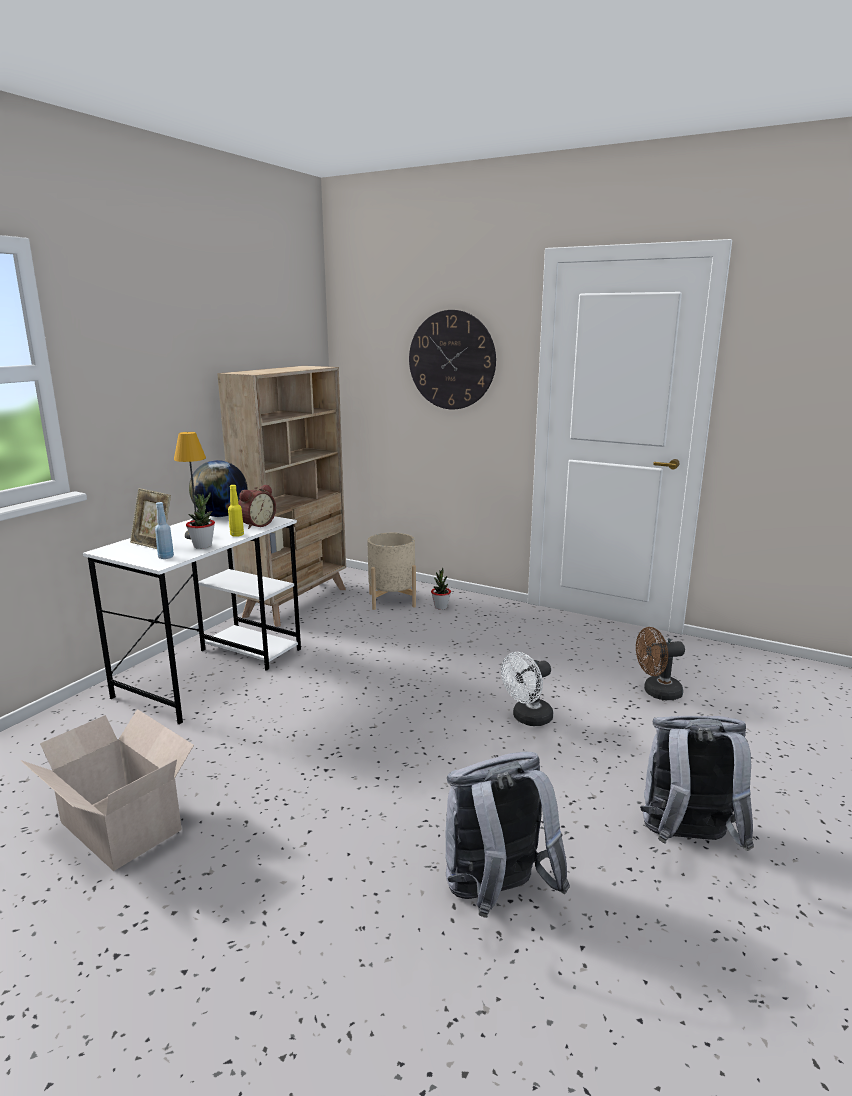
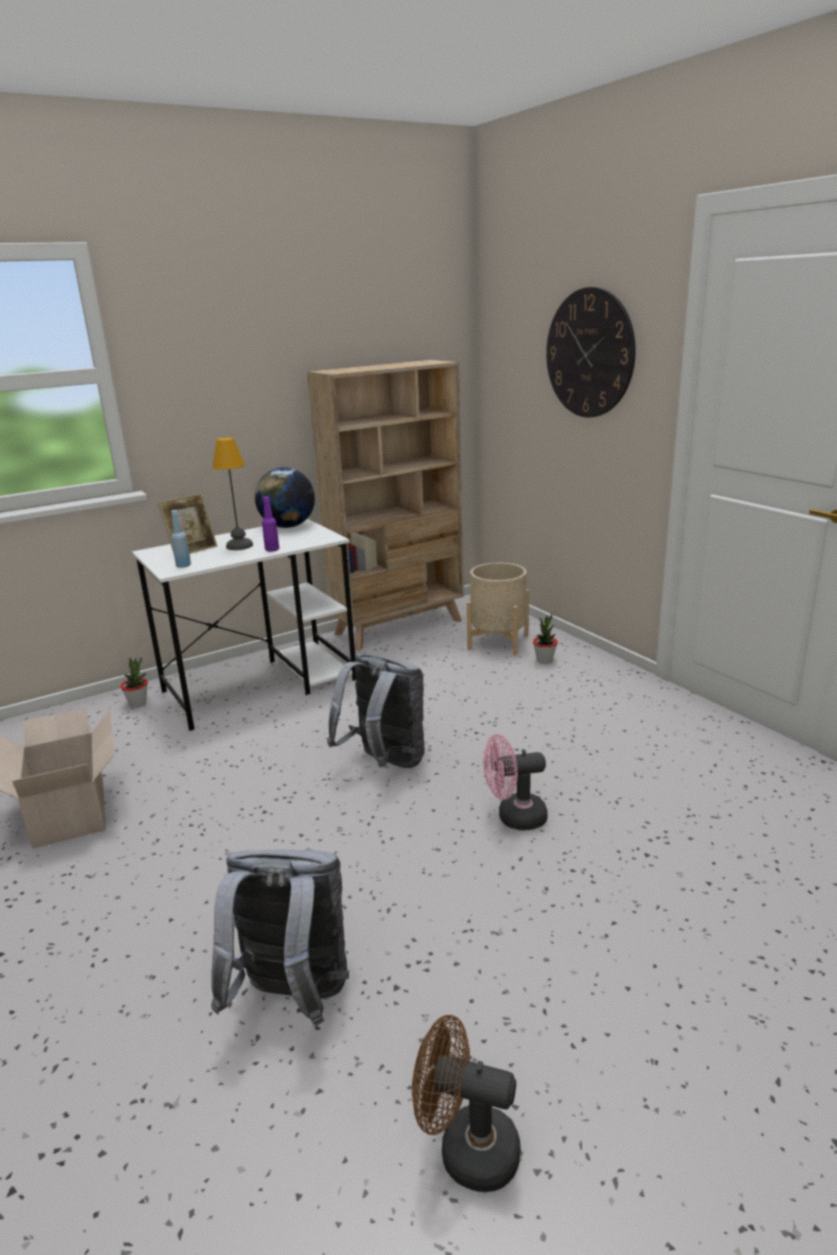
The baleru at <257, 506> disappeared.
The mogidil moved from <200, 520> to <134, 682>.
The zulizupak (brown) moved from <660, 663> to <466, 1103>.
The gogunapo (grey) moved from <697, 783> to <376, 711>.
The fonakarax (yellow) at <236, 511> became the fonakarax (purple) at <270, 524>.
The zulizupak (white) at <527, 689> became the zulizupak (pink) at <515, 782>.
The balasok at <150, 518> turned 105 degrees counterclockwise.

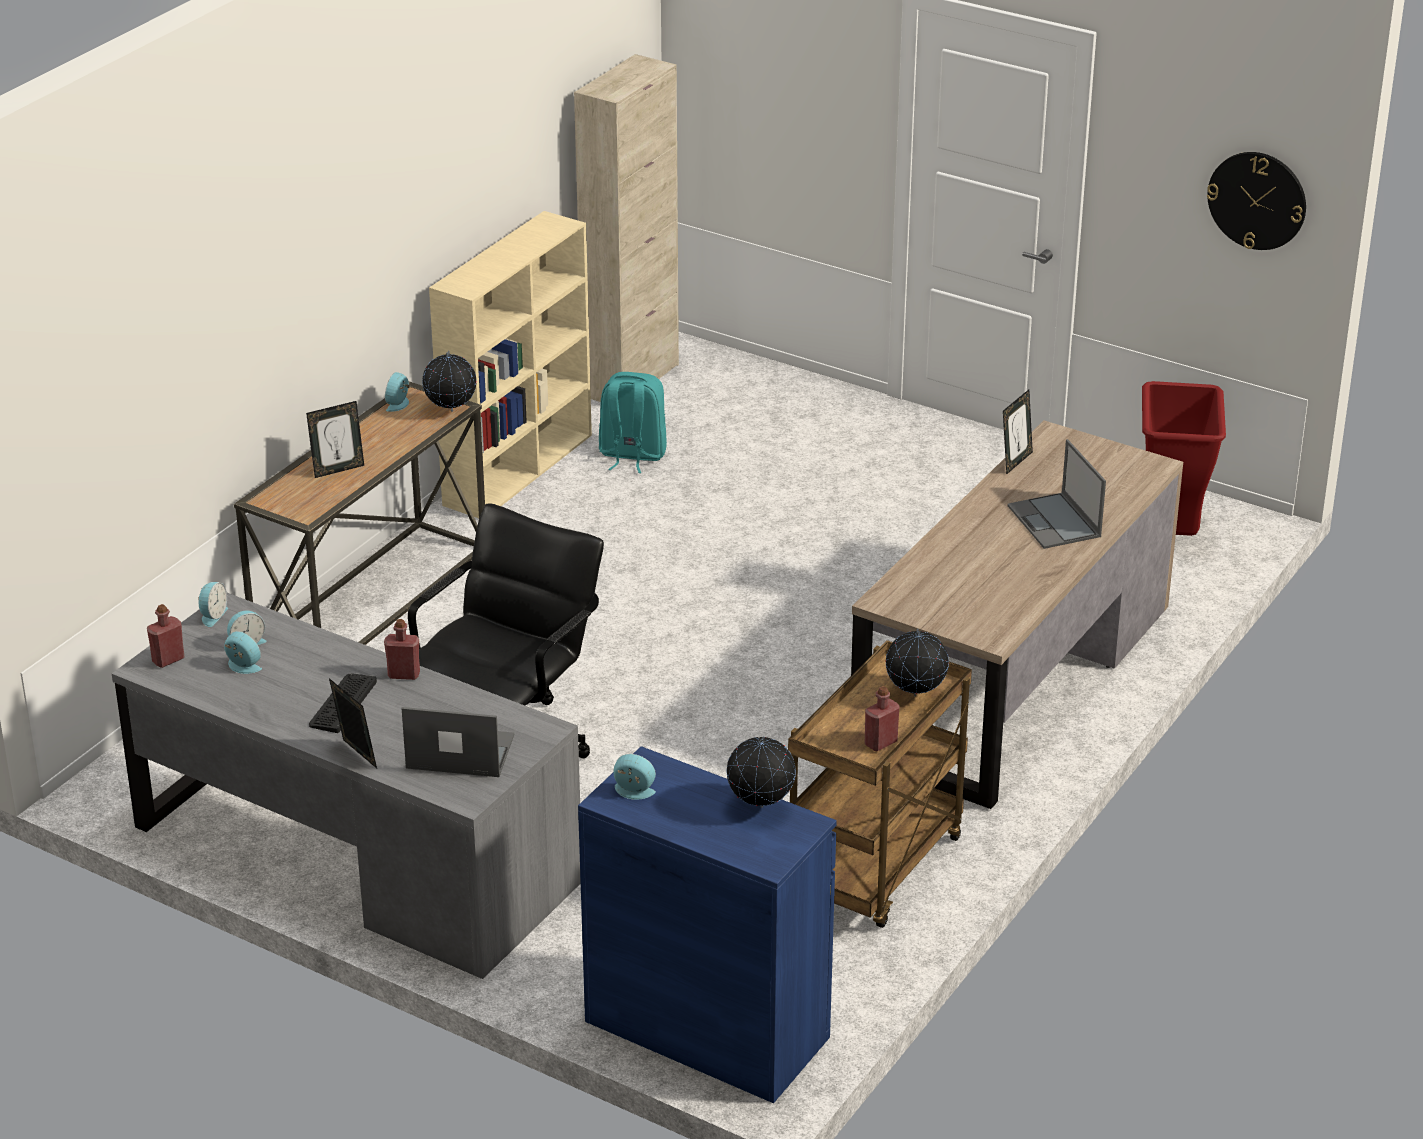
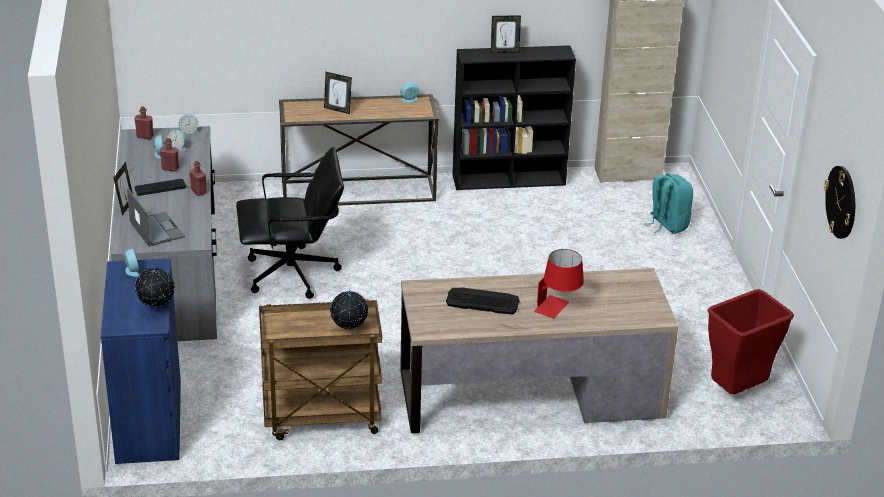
The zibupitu at <449, 381> disappeared.
The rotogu at <483, 301> appeared.
The gogunapo (turquoise) moved from <633, 422> to <668, 203>.
The fonakarax (red) moved from <882, 718> to <169, 155>.
The balasok moved from <1018, 432> to <506, 34>.
The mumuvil at <1056, 494> was replaced by the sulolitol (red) at <559, 284>.
The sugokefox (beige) at <510, 364> became the sugokefox (black) at <514, 117>.

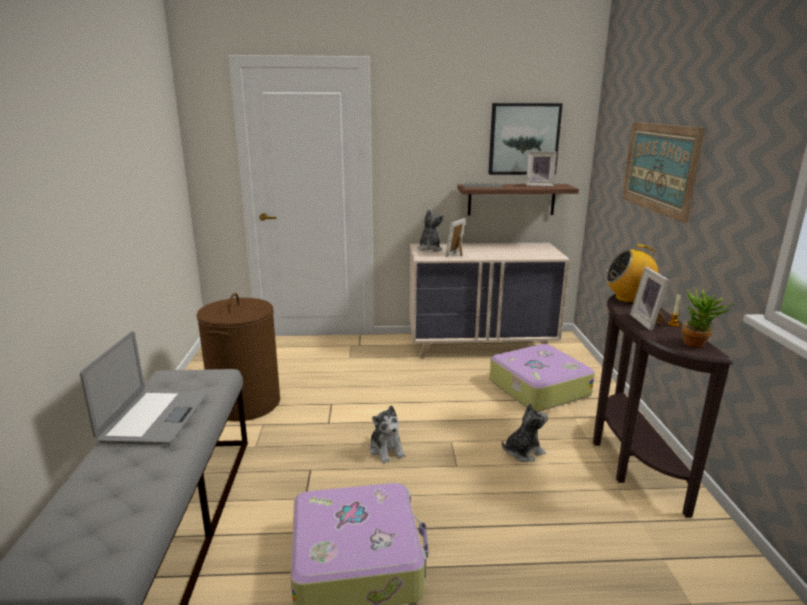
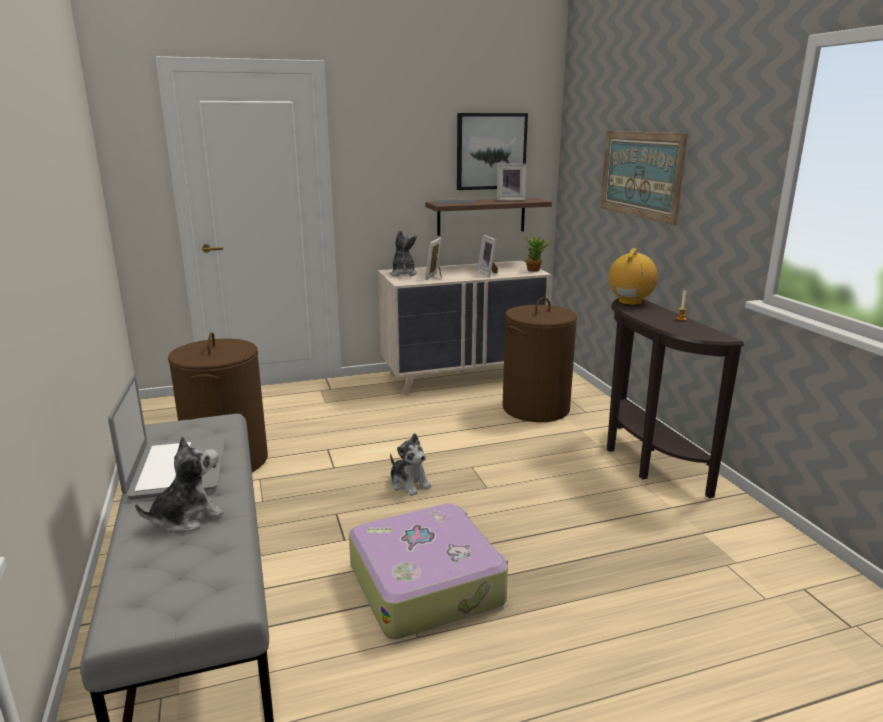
The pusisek moved from <525, 432> to <179, 484>.
The balasok moved from <649, 299> to <487, 256>.
The mogidil moved from <708, 317> to <538, 253>.
The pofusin at <542, 378> was replaced by the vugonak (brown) at <539, 359>.
The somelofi at <632, 273> turned 135 degrees clockwise.

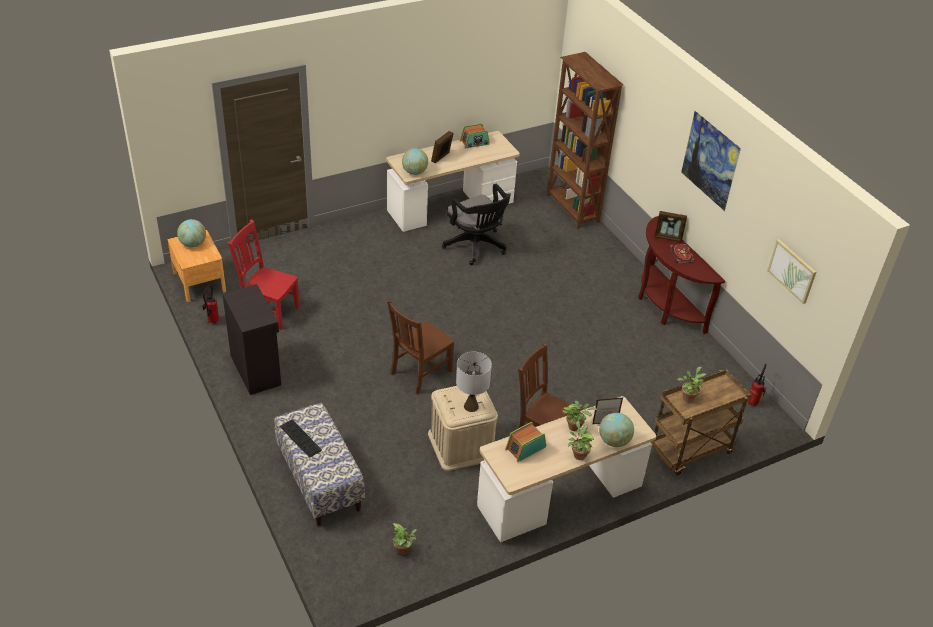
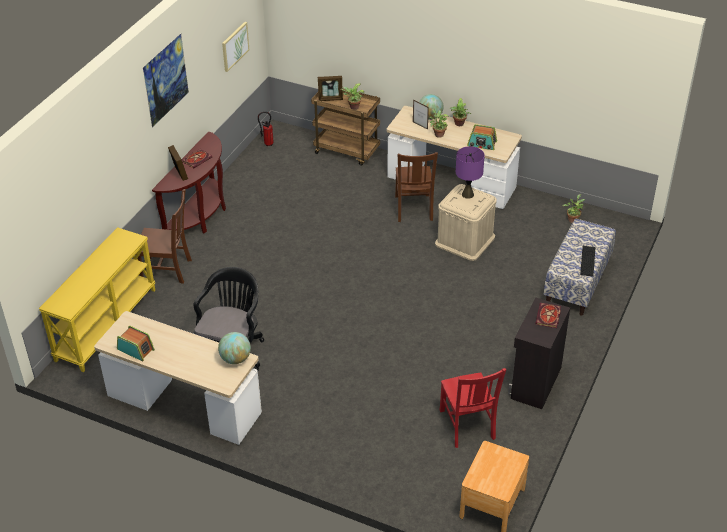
The zibupitu at <191, 233> disappeared.
The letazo at <210, 304> disappeared.
The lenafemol at <548, 315> appeared.
The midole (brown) moved from <420, 347> to <163, 236>.
The balasok moved from <442, 147> to <330, 88>.
The sugokefox (brown) at <585, 140> was replaced by the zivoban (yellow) at <97, 299>.
The sulolitol (grey) at <474, 382> became the sulolitol (purple) at <470, 172>.

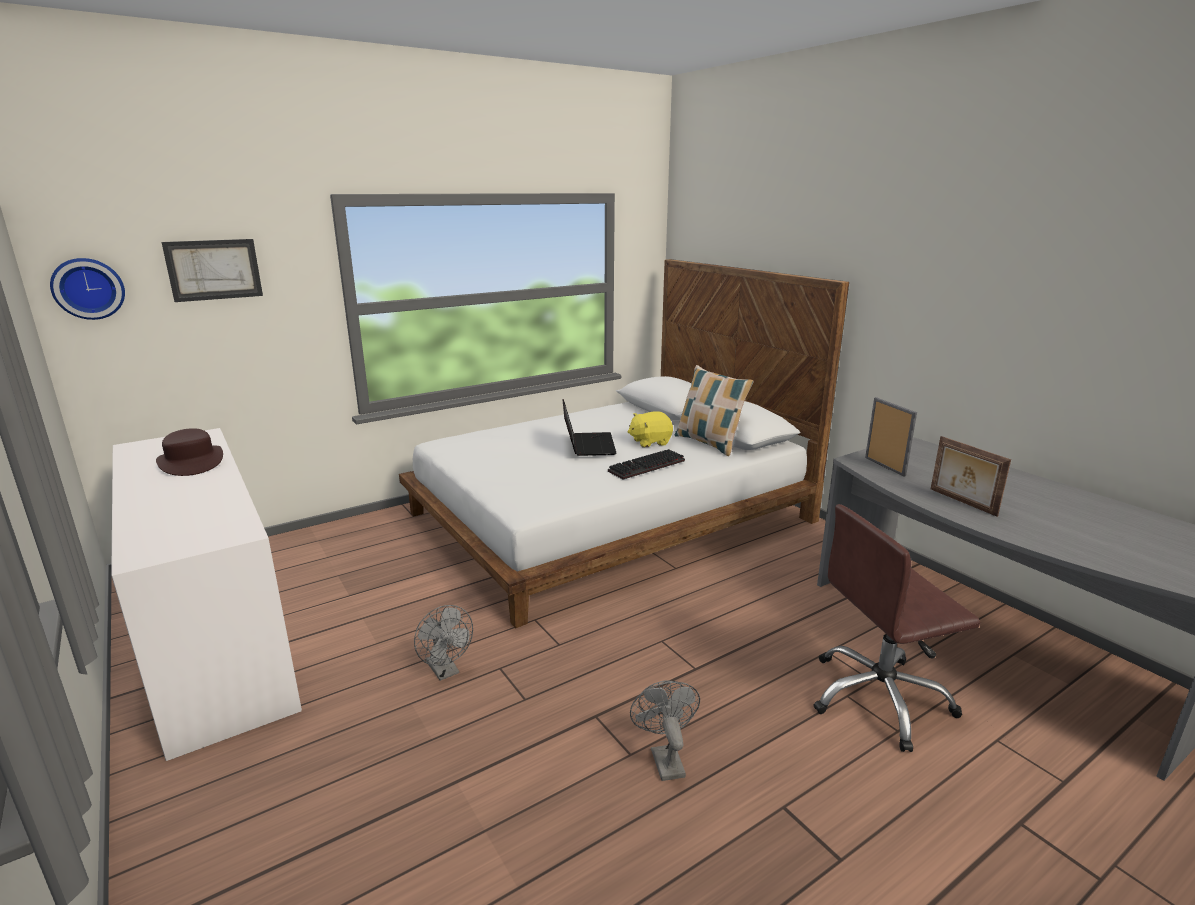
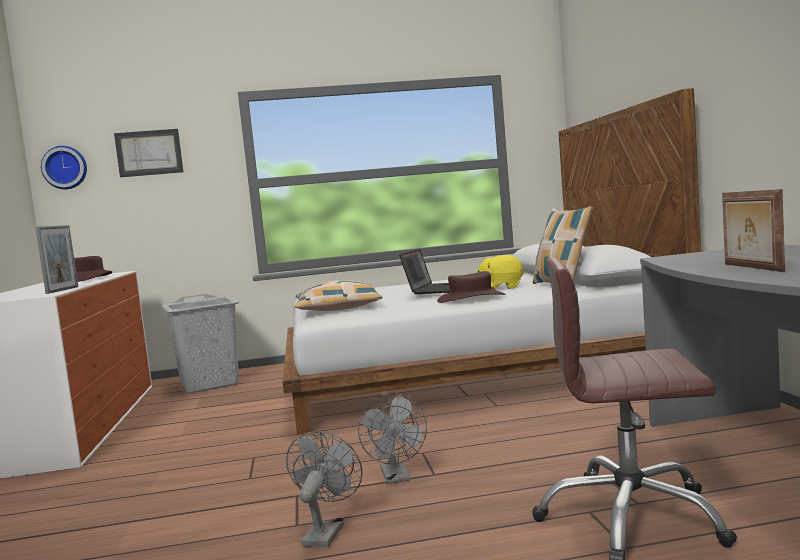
The vugonak (grey) at <200, 343> appeared.
The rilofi at <338, 295> appeared.
The zulizupak (grey) moved from <443, 643> to <392, 438>.
The balasok moved from <891, 436> to <56, 259>.
The rotogu at <646, 464> was replaced by the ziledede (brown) at <471, 287>.

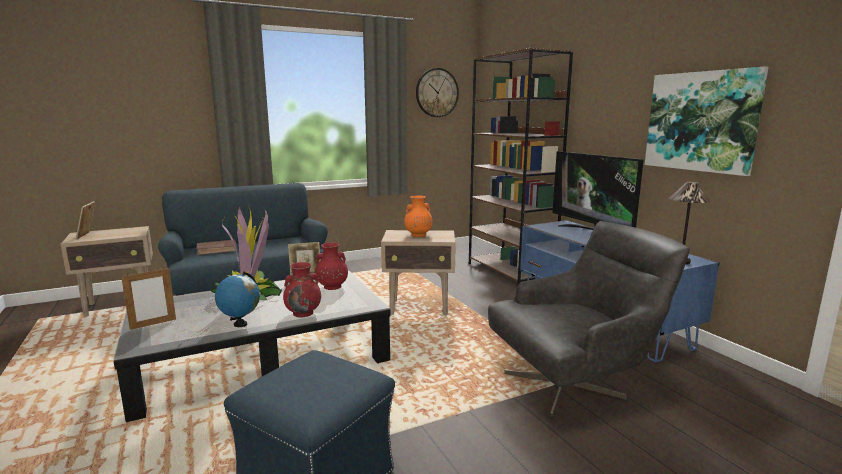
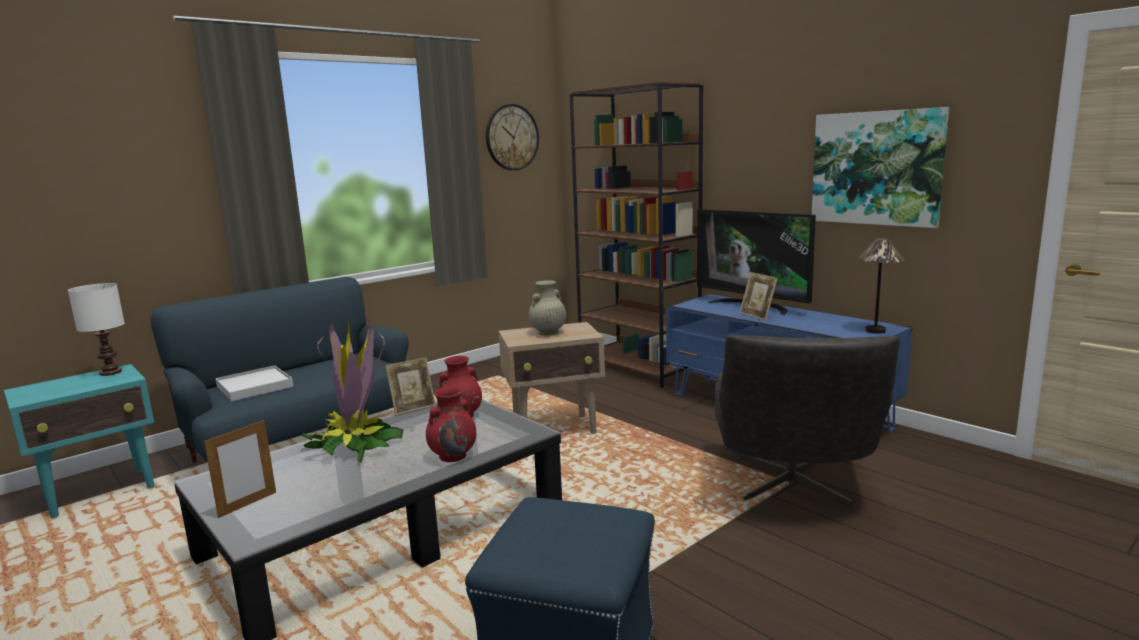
The zibupitu at <237, 299> disappeared.
The sulolitol (white) at <96, 329> appeared.
The balasok moved from <85, 220> to <758, 296>.
The lenafemol (brown) at <217, 247> was replaced by the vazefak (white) at <254, 383>.
The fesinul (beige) at <106, 271> became the fesinul (turquoise) at <79, 441>.
The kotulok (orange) at <418, 216> became the kotulok (beige) at <547, 307>.
The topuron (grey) at <589, 319> turned 135 degrees clockwise.

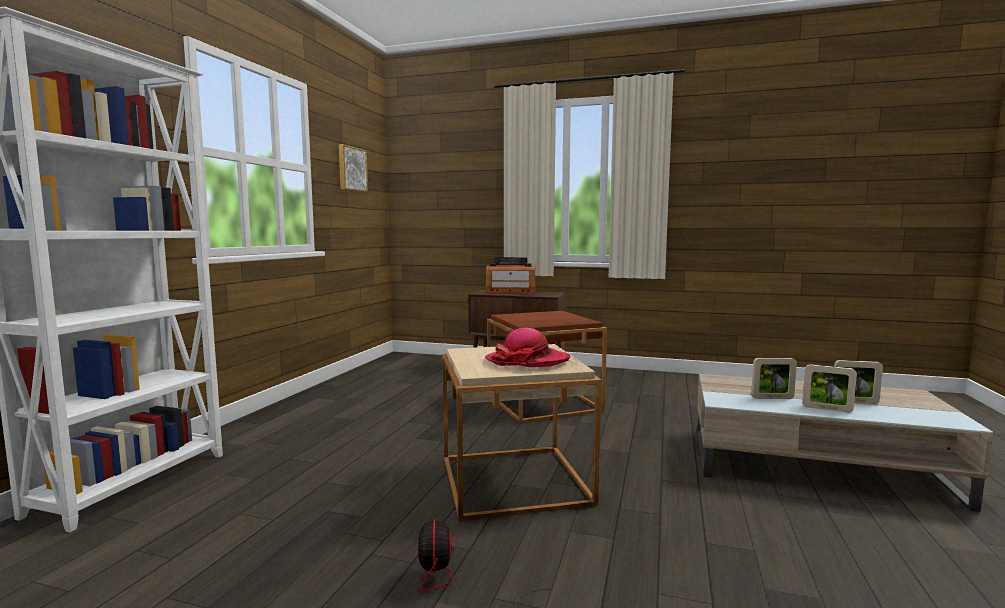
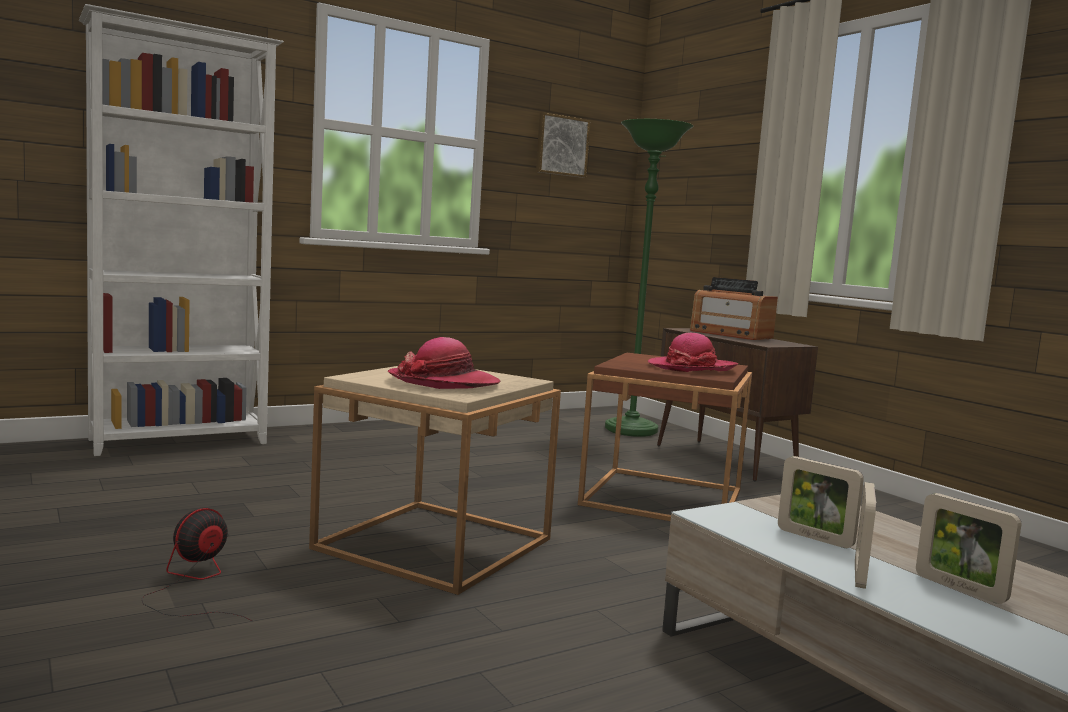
The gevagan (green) at <649, 278> appeared.
The ziledede at <693, 352> appeared.
The balasok at <829, 388> turned 45 degrees clockwise.

